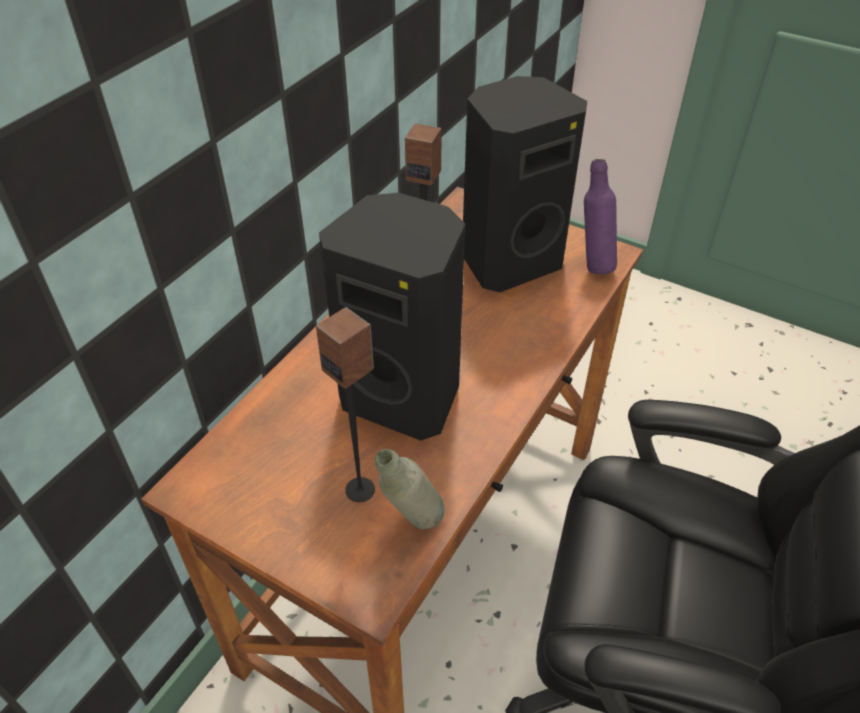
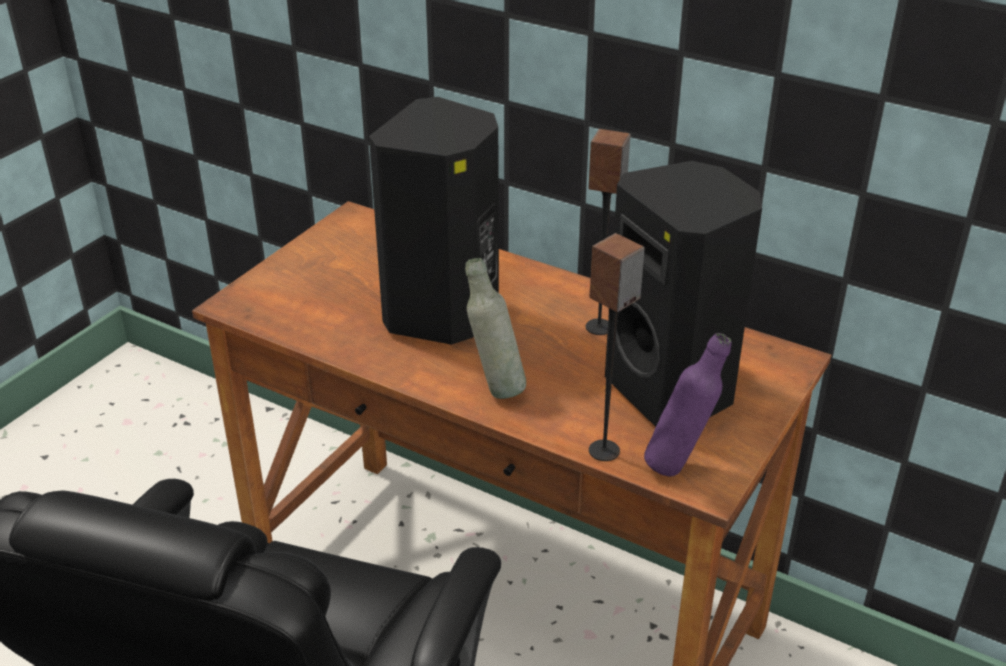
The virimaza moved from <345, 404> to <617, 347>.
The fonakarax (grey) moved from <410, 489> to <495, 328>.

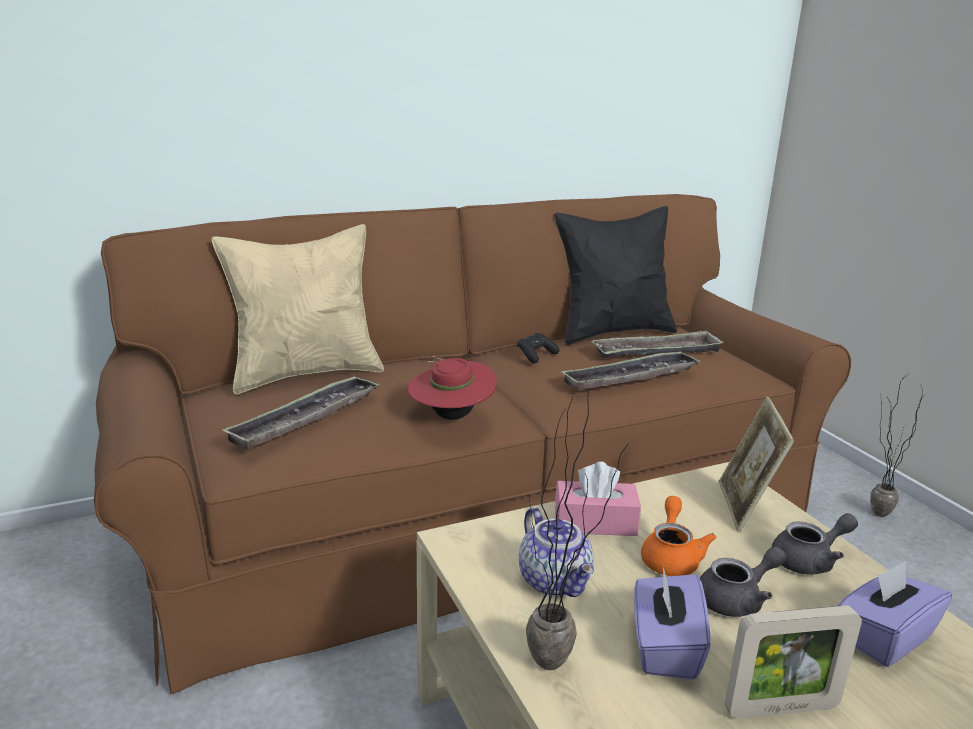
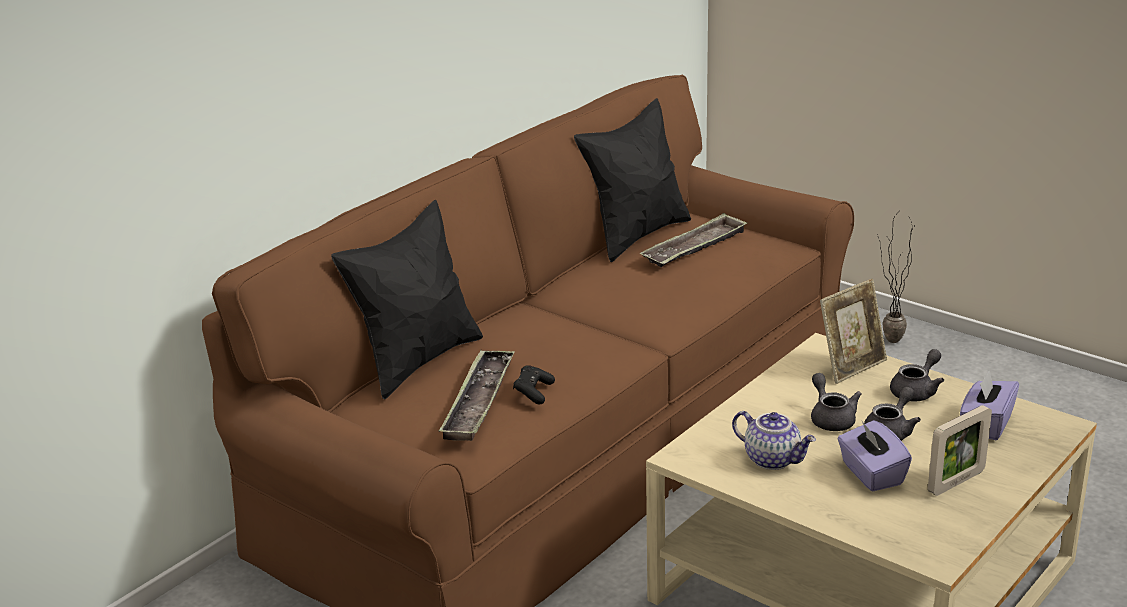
The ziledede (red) at <452, 387> disappeared.
The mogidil at <577, 529> disappeared.
The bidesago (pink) at <598, 499> disappeared.
The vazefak at <631, 371> disappeared.
The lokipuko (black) moved from <538, 348> to <534, 384>.
The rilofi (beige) at <298, 309> became the rilofi (black) at <407, 300>.
The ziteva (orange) at <679, 536> became the ziteva (grey) at <836, 402>.
The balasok at <756, 464> turned 105 degrees counterclockwise.

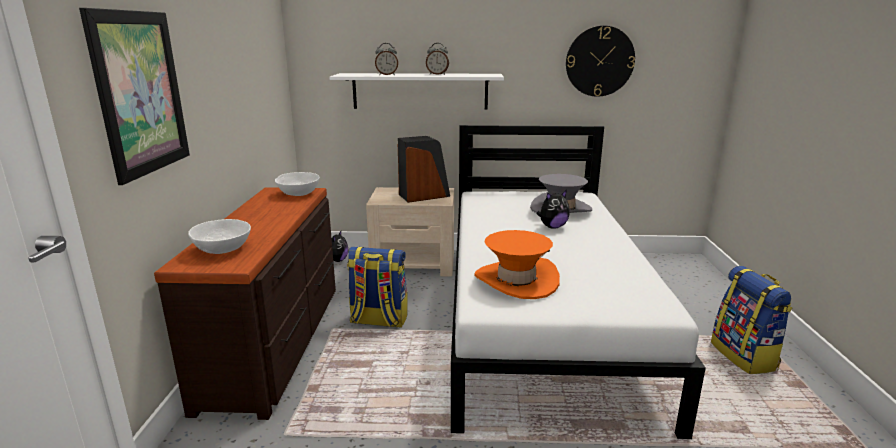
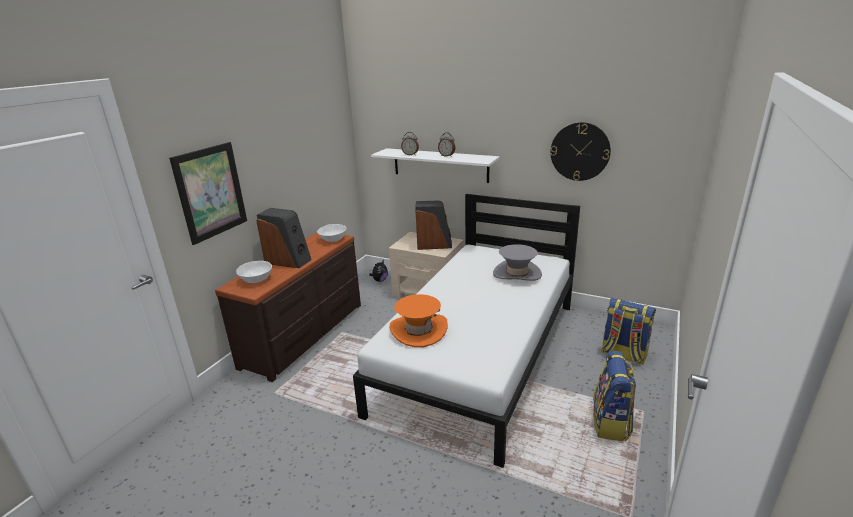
The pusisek at <553, 209> disappeared.
The virimaza at <284, 238> appeared.
The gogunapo moved from <377, 287> to <628, 331>.

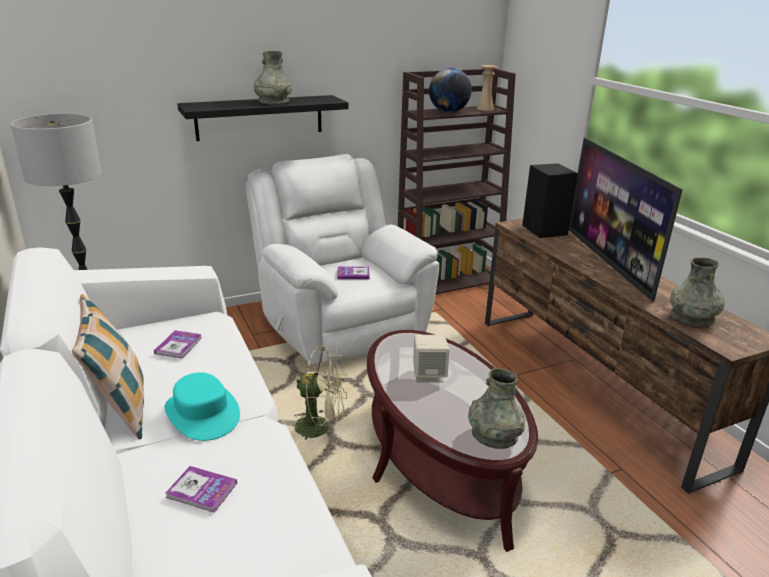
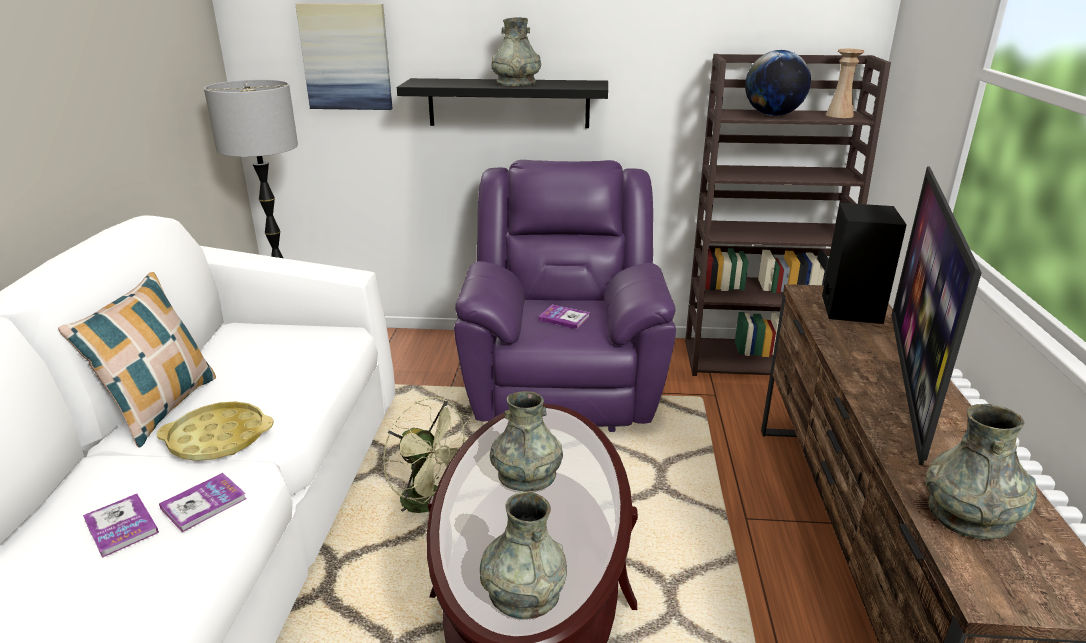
The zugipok at <344, 56> appeared.
The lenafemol moved from <178, 344> to <203, 502>.
The ziledede (turquoise) at <202, 406> was replaced by the vazefak (yellow) at <215, 431>.
The virimaza (beige) at <431, 359> was replaced by the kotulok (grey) at <526, 441>.
The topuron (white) at <342, 259> became the topuron (purple) at <565, 296>.

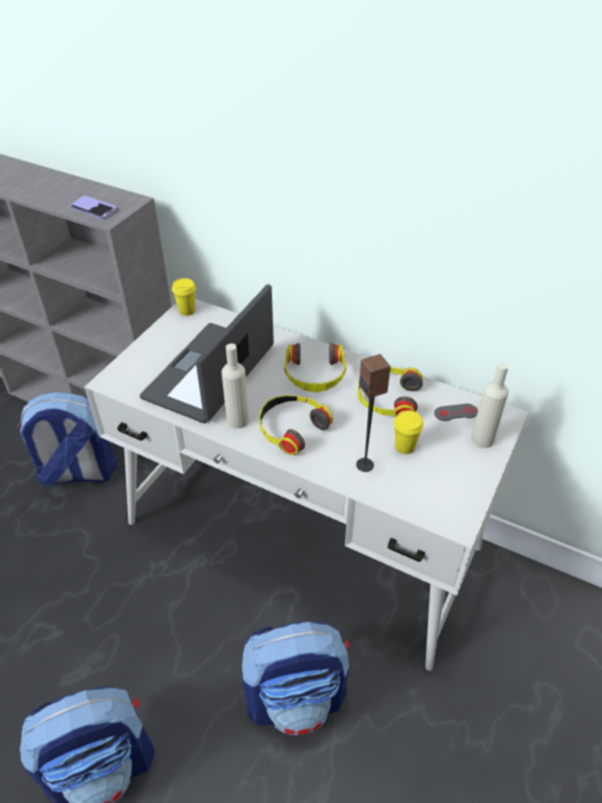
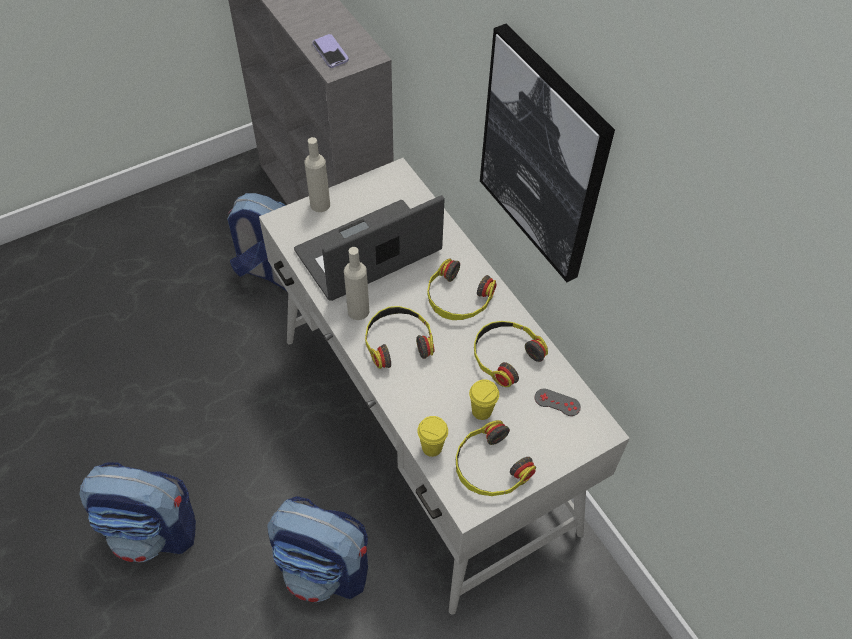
The virimaza at <373, 413> disappeared.
The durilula at <496, 458> appeared.
The zugipok at <547, 153> appeared.
The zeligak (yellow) moved from <184, 297> to <432, 436>.
The fonakarax (beige) moved from <490, 405> to <317, 174>.

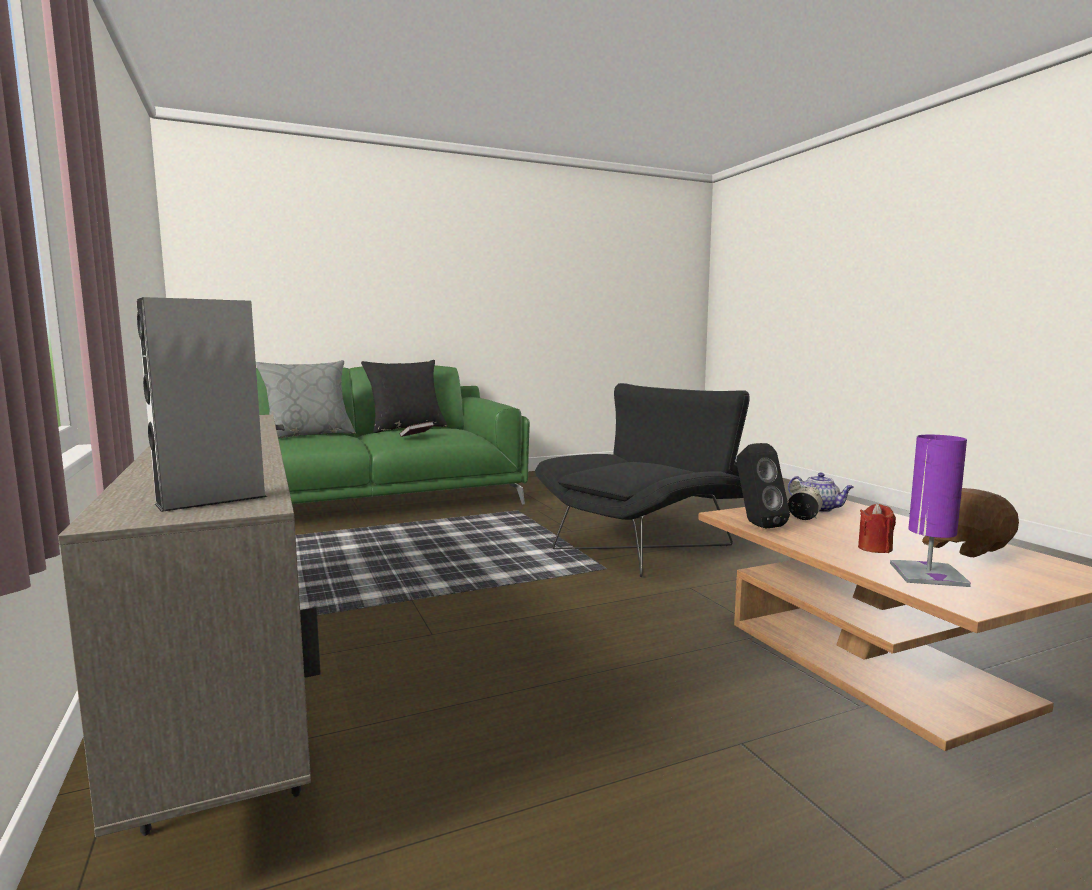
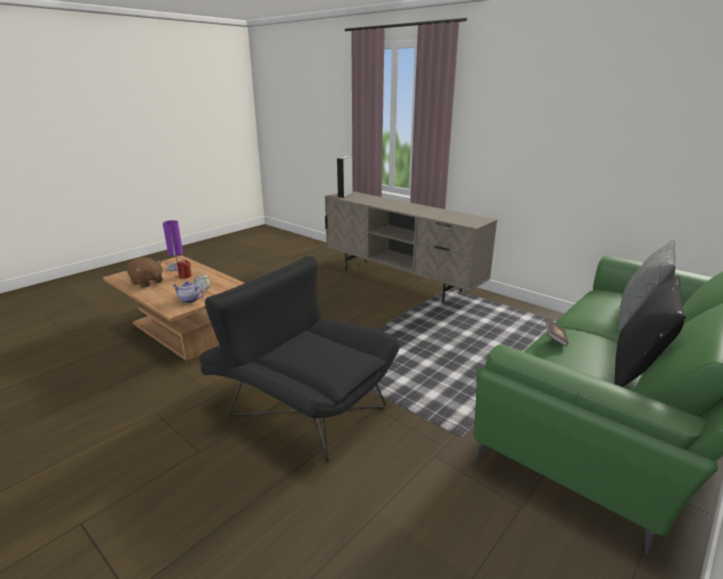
The virimaza (black) at <763, 485> disappeared.
The topuron (black) at <642, 480> turned 105 degrees clockwise.

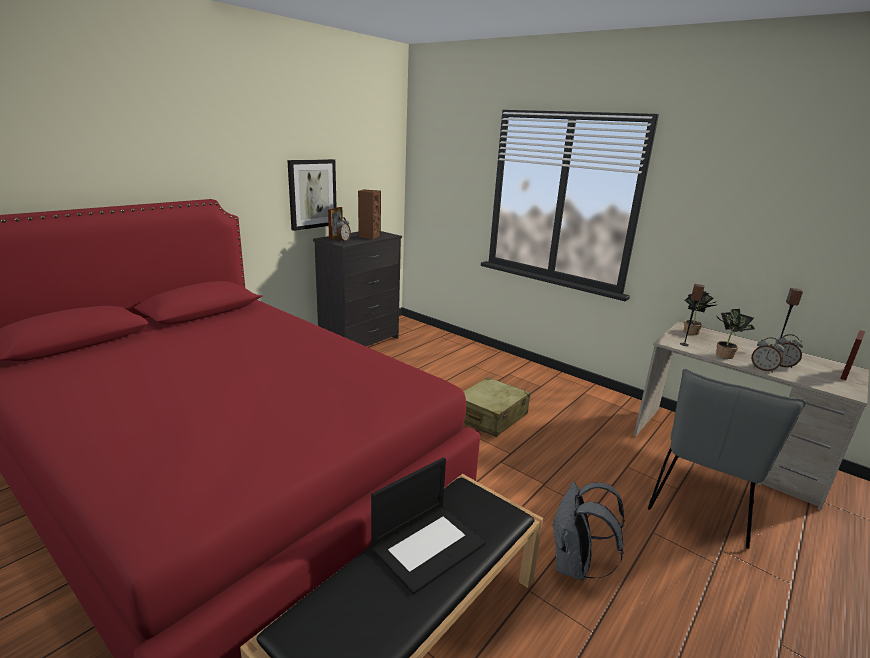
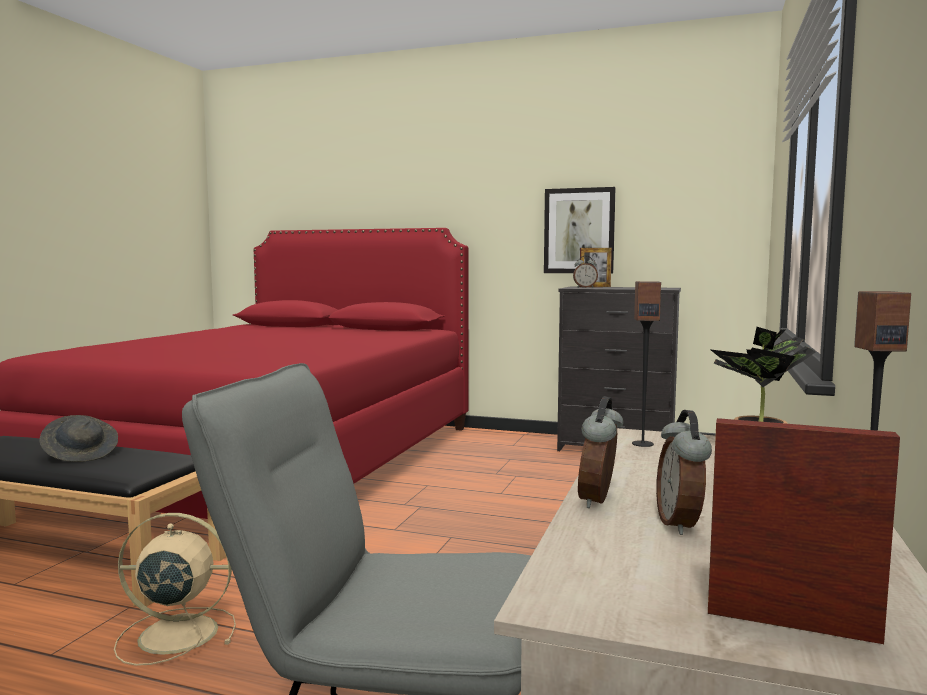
The virimaza (brown) at <369, 214> disappeared.
The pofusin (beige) at <497, 407> disappeared.
The mogidil at <735, 334> disappeared.
The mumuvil at <428, 526> was replaced by the ziledede (grey) at <78, 438>.
The gogunapo (grey) at <588, 530> was replaced by the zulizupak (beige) at <175, 589>.

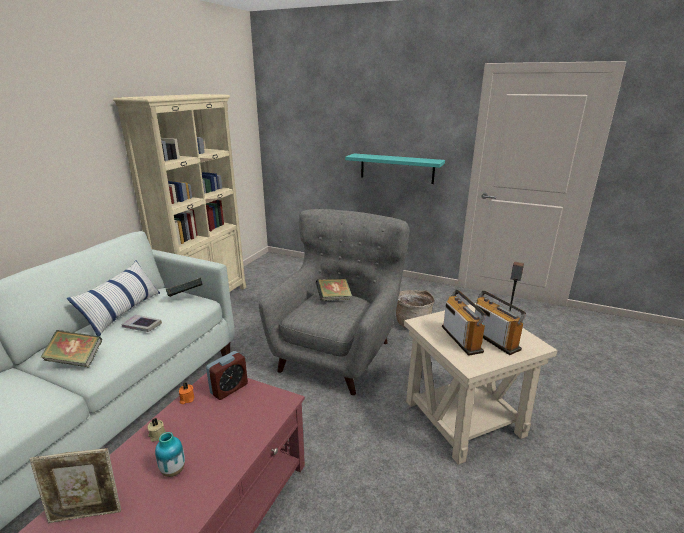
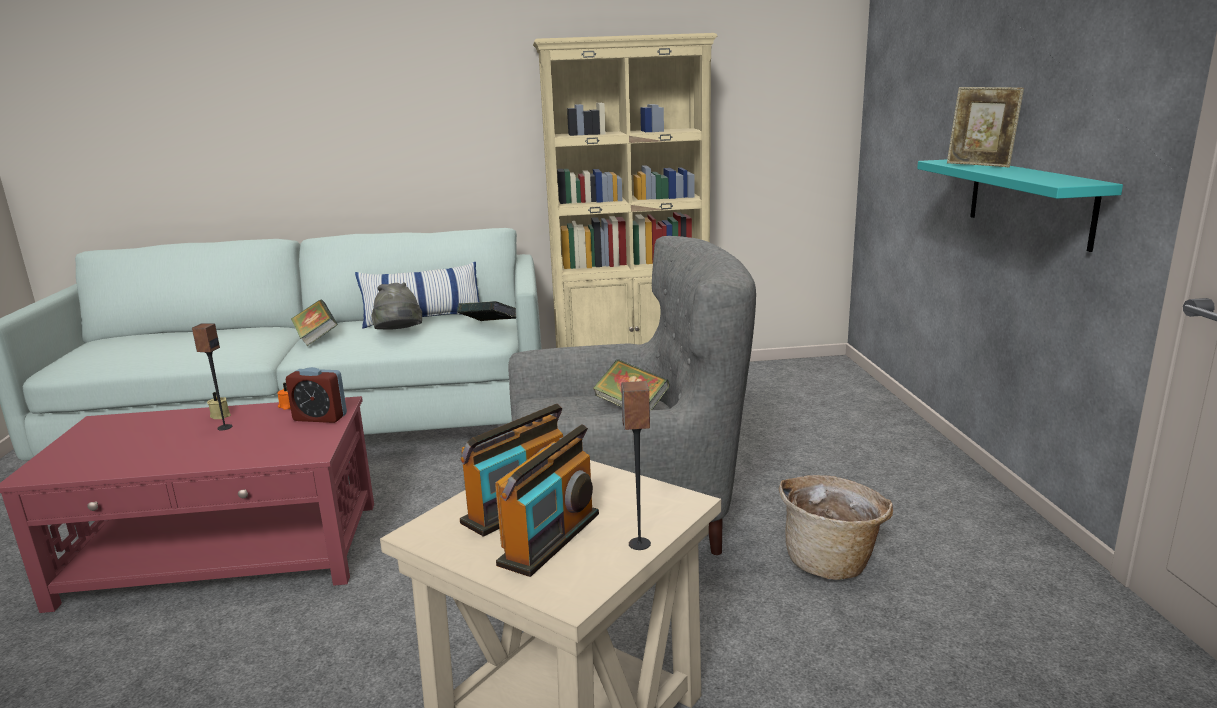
The kotulok at <170, 454> disappeared.
The virimaza at <212, 376> appeared.
The balasok moved from <75, 485> to <985, 127>.
The lenafemol at <141, 323> was replaced by the ziledede (grey) at <396, 306>.

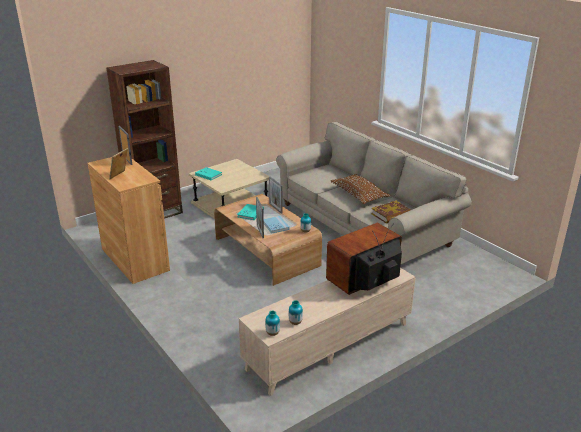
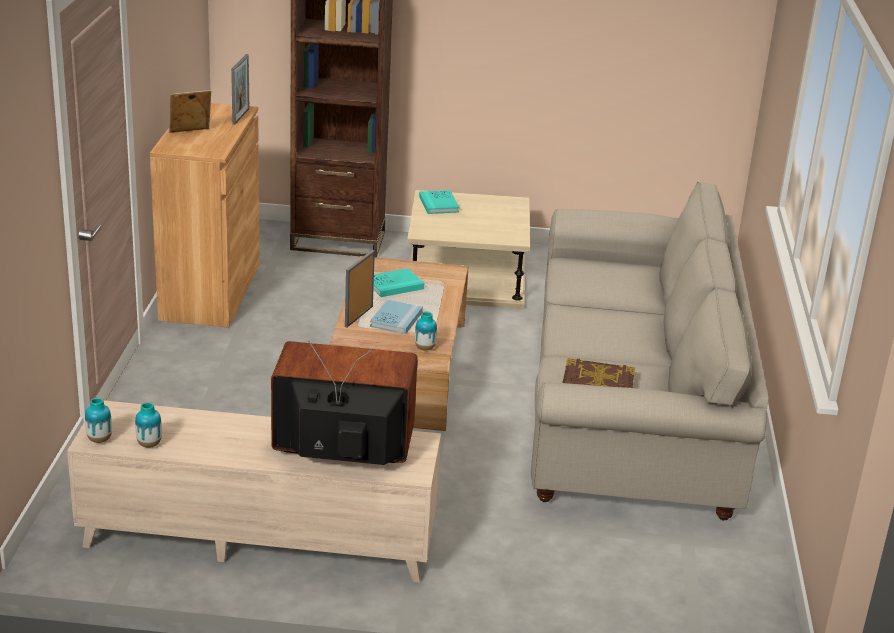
The balasok at <276, 195> disappeared.
The rilofi (brown) at <360, 189> disappeared.

